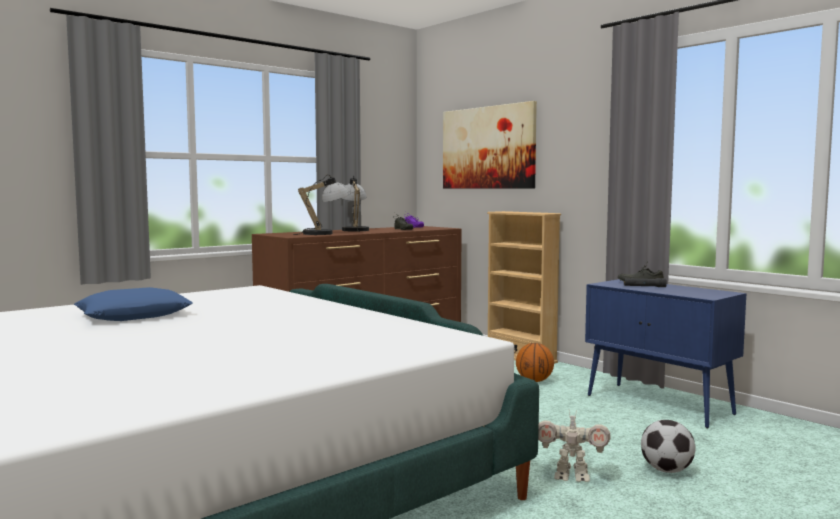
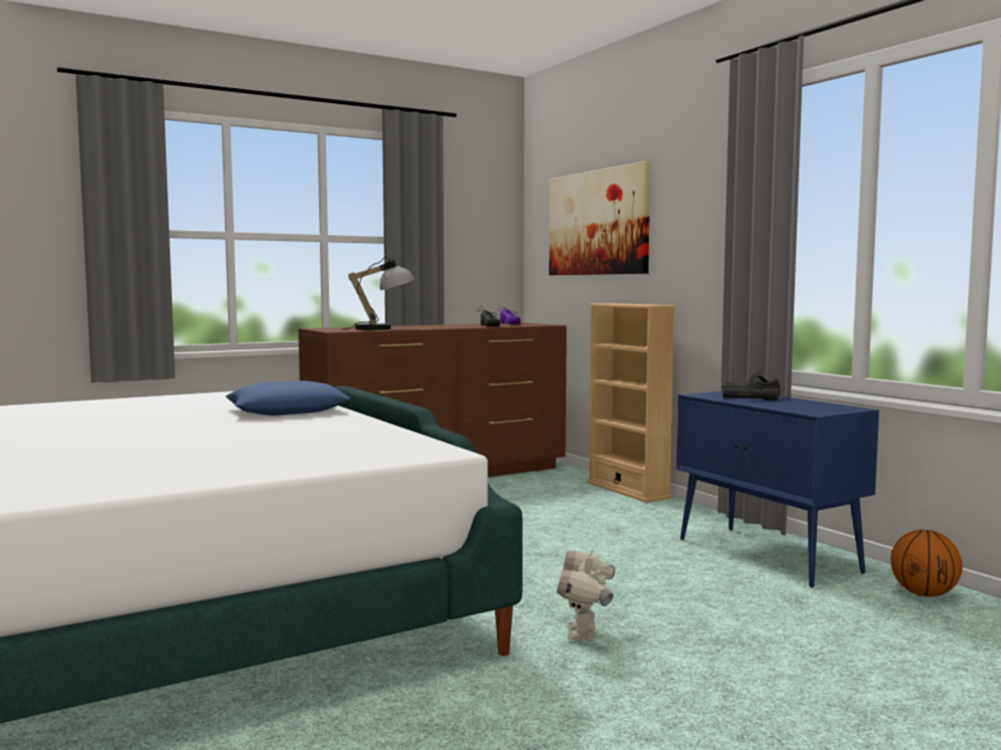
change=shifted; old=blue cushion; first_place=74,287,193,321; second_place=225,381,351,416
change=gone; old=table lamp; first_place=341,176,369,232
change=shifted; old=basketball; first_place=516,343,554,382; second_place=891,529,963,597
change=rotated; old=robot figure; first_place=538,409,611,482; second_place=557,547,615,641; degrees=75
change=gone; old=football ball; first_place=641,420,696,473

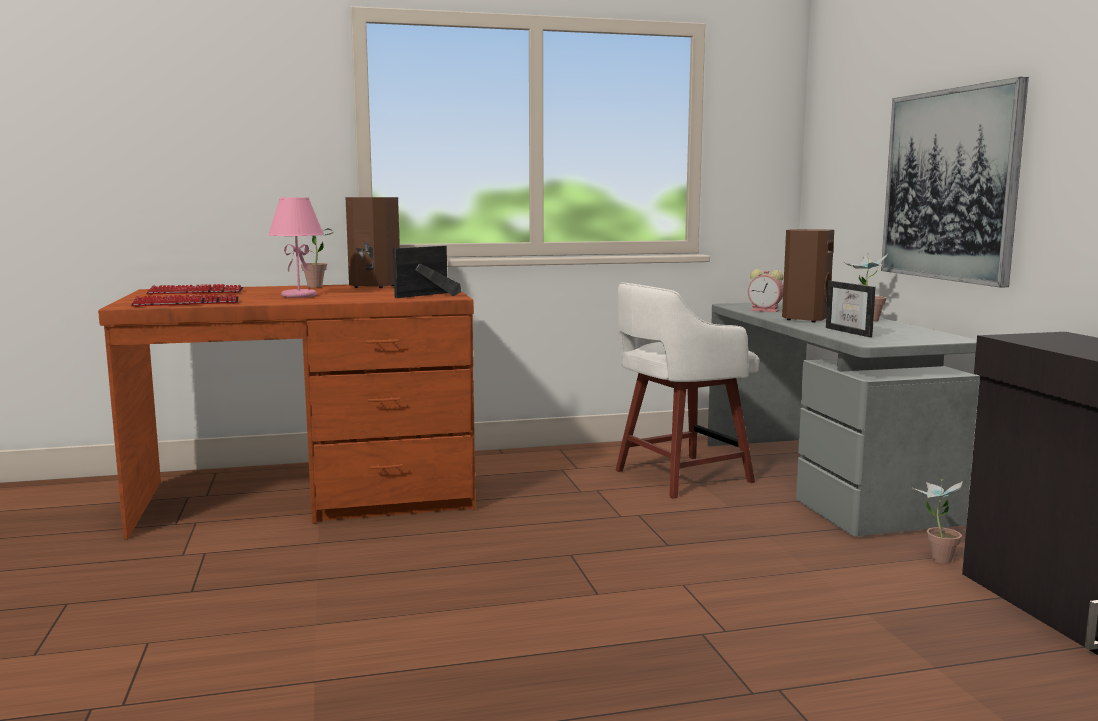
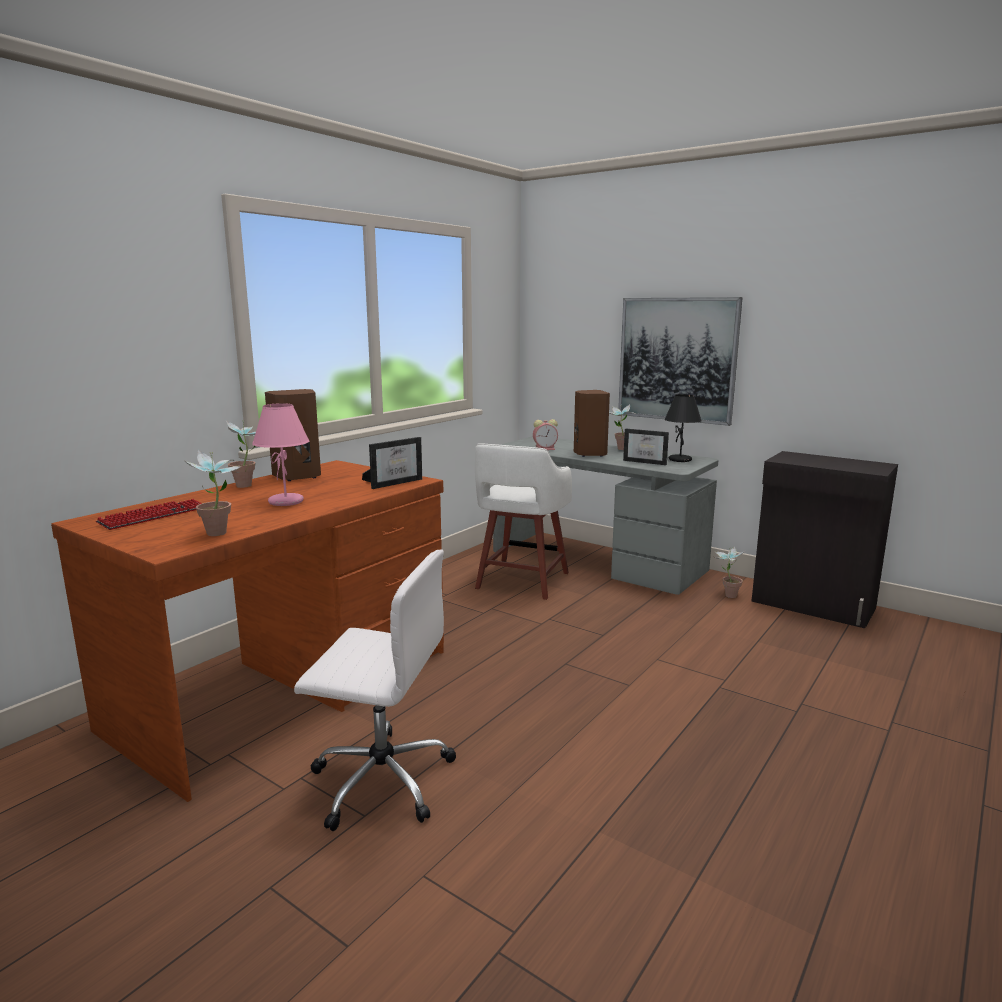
change=swapped; old=keyboard; new=potted plant; first_place=131,294,238,307; second_place=185,450,242,536
change=rotated; old=photo frame; first_place=393,246,462,298; second_place=362,437,422,489; degrees=-135
change=new; new=white computer chair; second_place=294,550,456,831
change=new; new=black table lamp; second_place=665,394,702,462

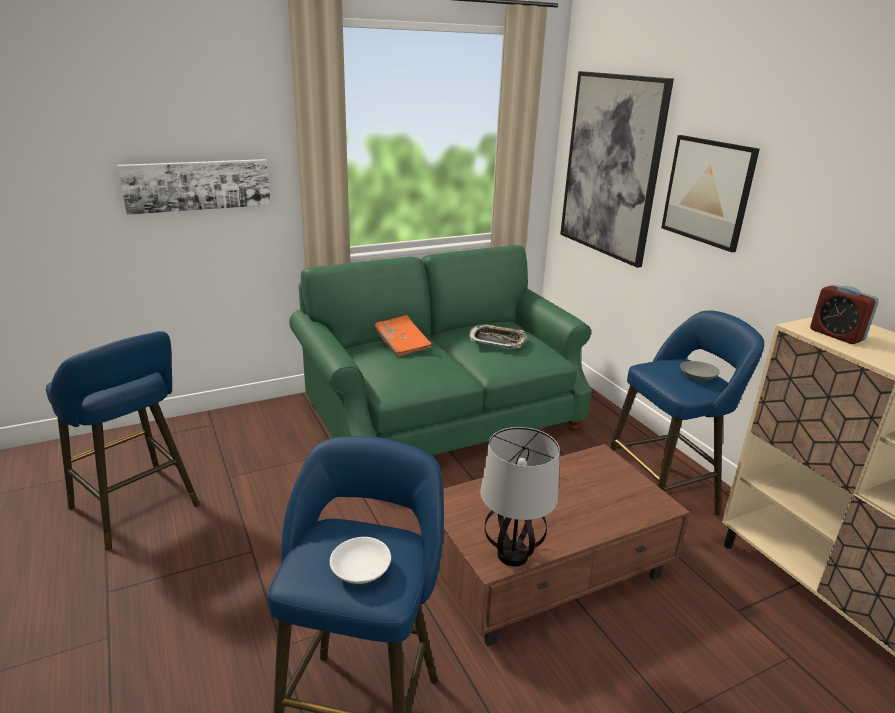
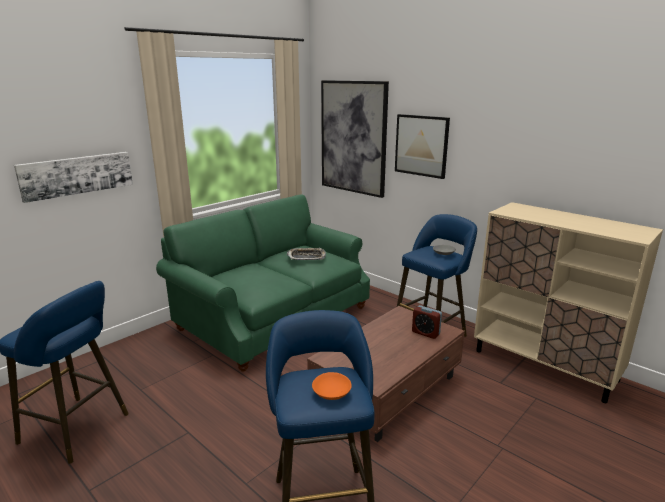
change=repainted; old=white bowl; new=orangey bowl; first_place=330,537,391,584; second_place=312,372,352,400
change=gone; old=orangey bound book; first_place=373,315,432,357
change=gone; old=table lamp; first_place=481,427,560,567
change=shifted; old=alarm clock; first_place=810,285,879,344; second_place=412,305,442,339

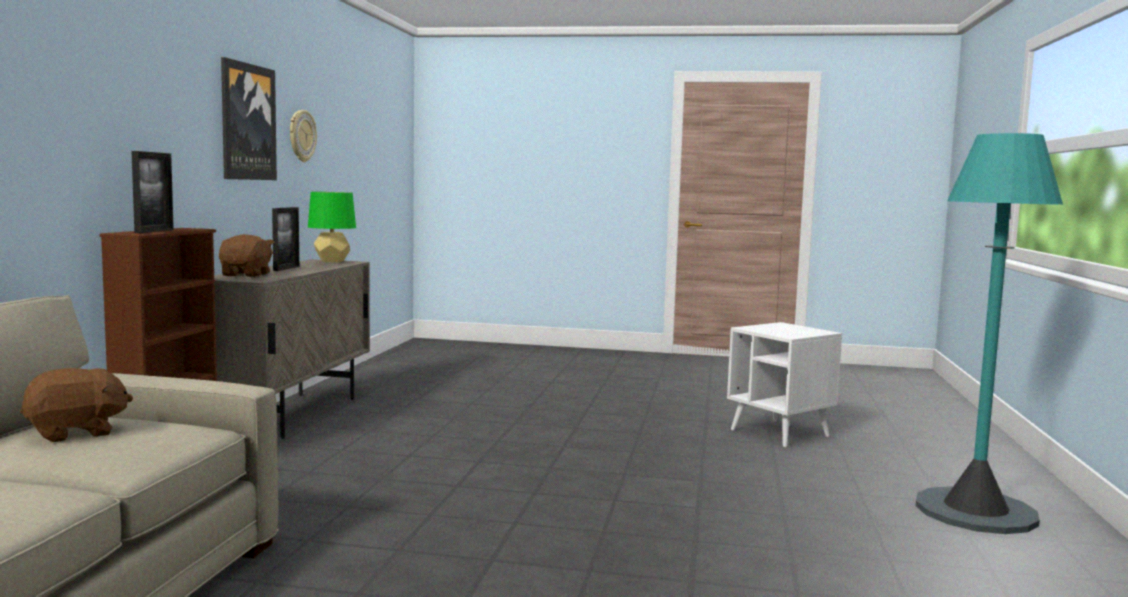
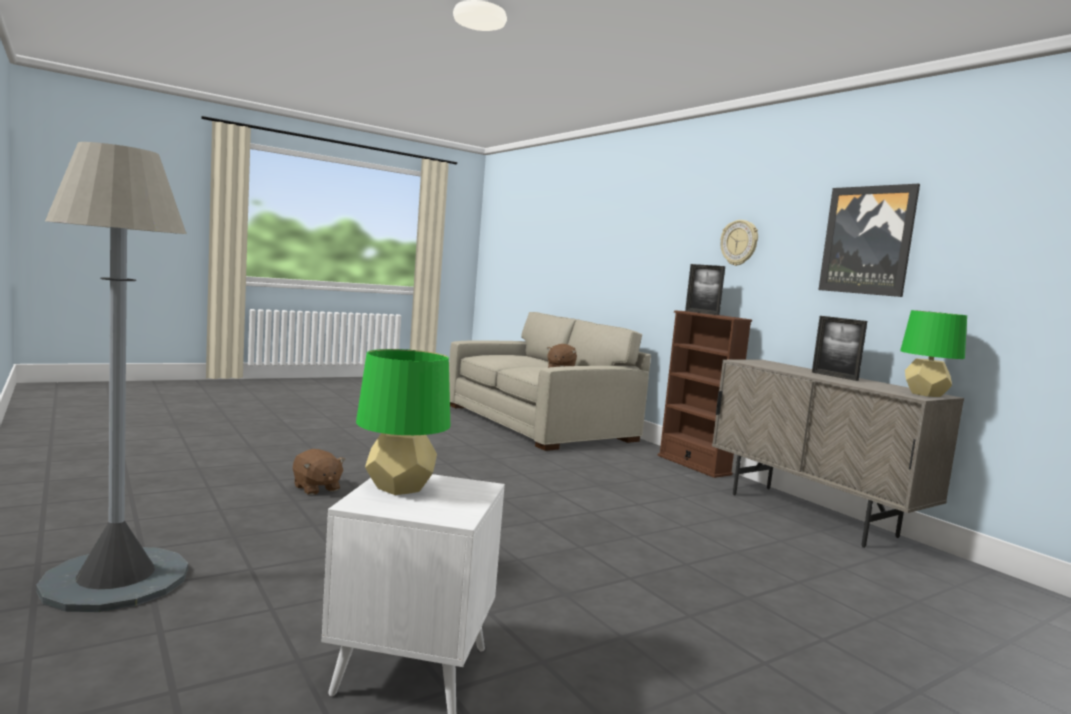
change=shifted; old=brownish plush toy; first_place=219,234,274,277; second_place=293,449,346,495
change=shifted; old=hanging clock; first_place=290,110,317,162; second_place=721,220,758,266
change=repainted; old=blue-green standard lamp; new=greyish standard lamp; first_place=916,133,1063,534; second_place=36,142,188,612
change=new; new=green table lamp; second_place=356,349,450,495

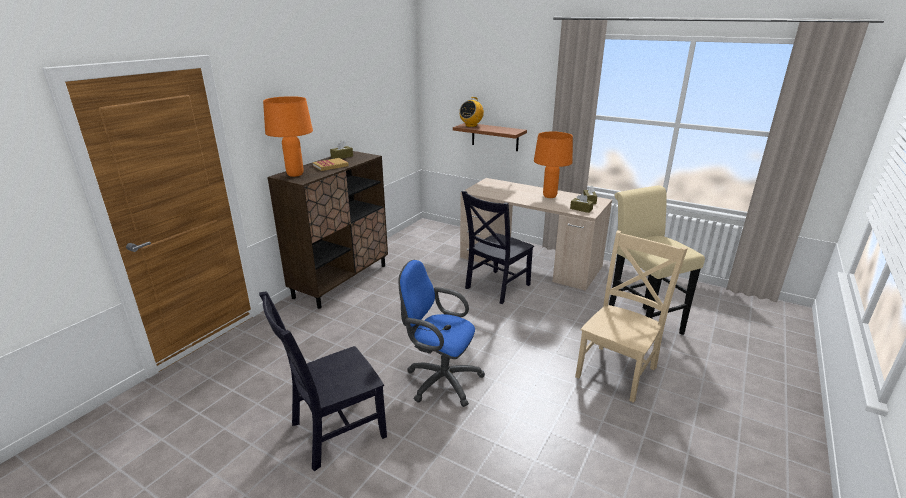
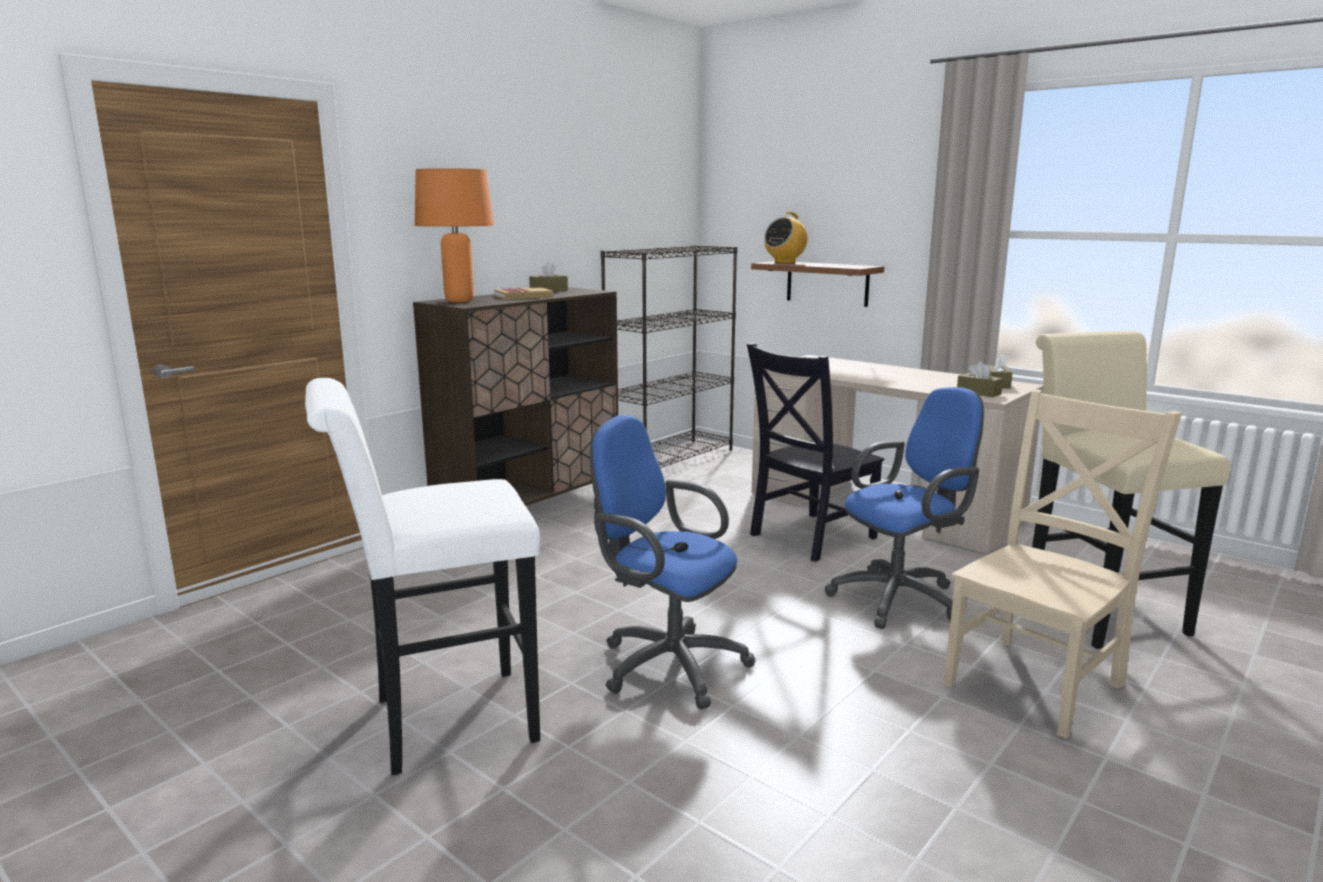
change=swapped; old=black plain chair; new=white sitting stool; first_place=259,291,387,471; second_place=305,378,540,775
change=gone; old=orangey table lamp; first_place=534,132,573,198
change=new; new=black bookshelf; second_place=601,245,737,468
change=new; new=blue computer chair; second_place=825,387,984,629

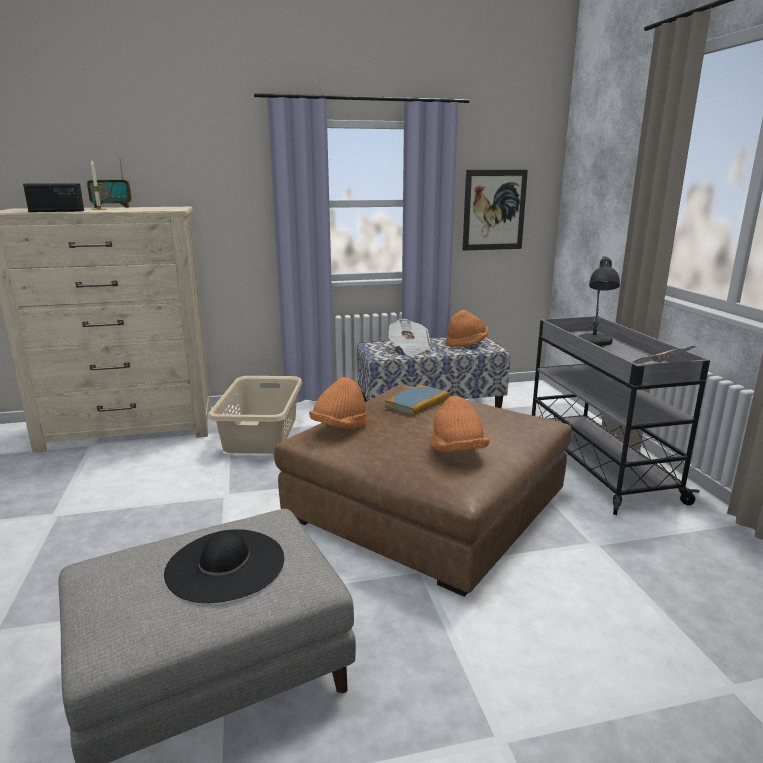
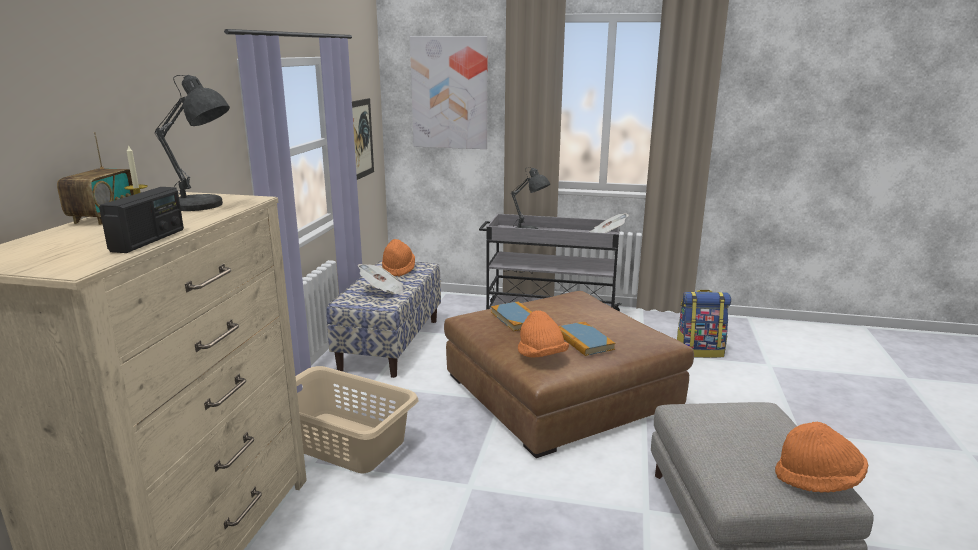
change=gone; old=black wearable hat; first_place=164,529,284,603
change=shifted; old=orangey wearable hat; first_place=429,396,490,452; second_place=775,422,868,492
change=new; new=greyish table lamp; second_place=155,75,230,211
change=new; new=wall art; second_place=410,37,488,149
change=new; new=bound book; second_place=558,322,616,356
change=new; new=backpack; second_place=677,290,731,358

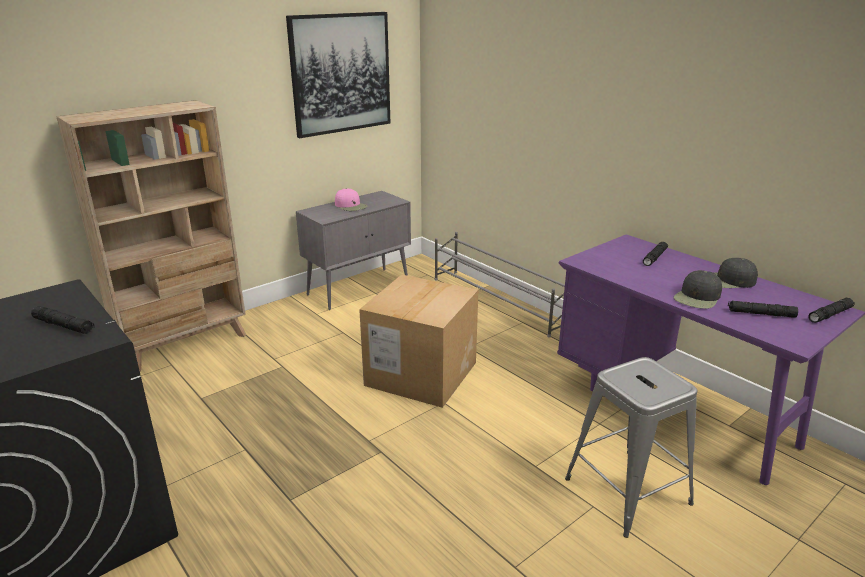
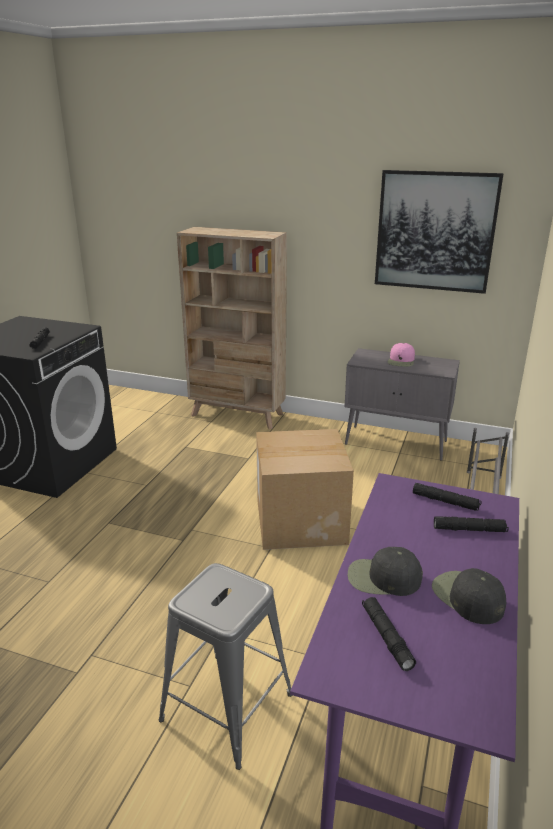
change=shifted; old=black torch; first_place=808,298,855,323; second_place=413,483,482,511

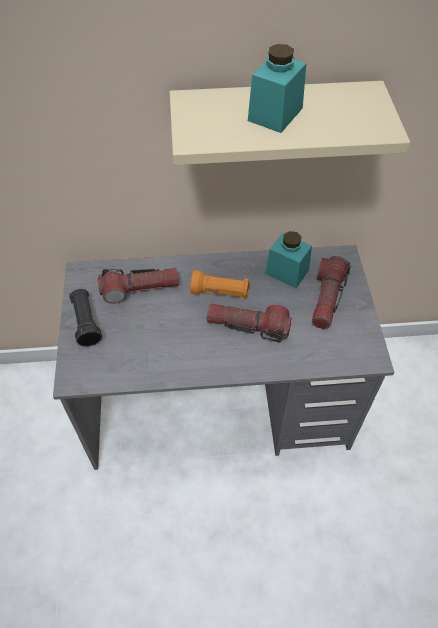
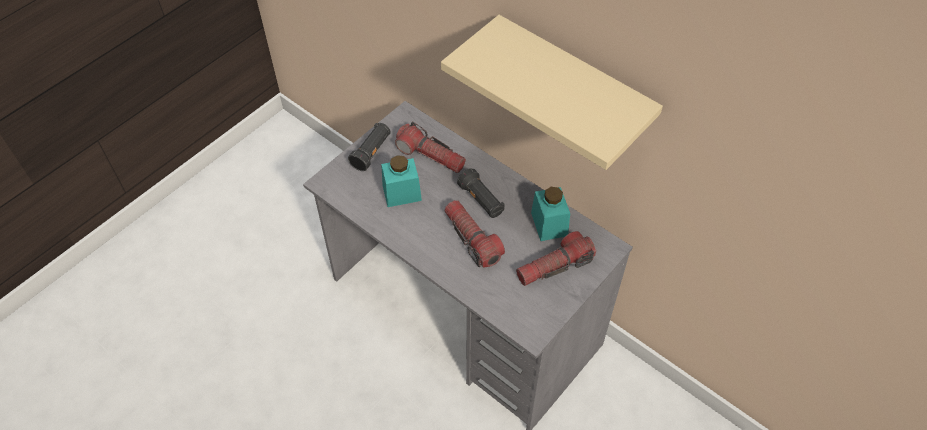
change=repainted; old=orangey torch; new=black torch; first_place=190,270,249,298; second_place=457,168,505,218
change=shifted; old=blue-green storage jar; first_place=248,44,307,133; second_place=381,155,422,207

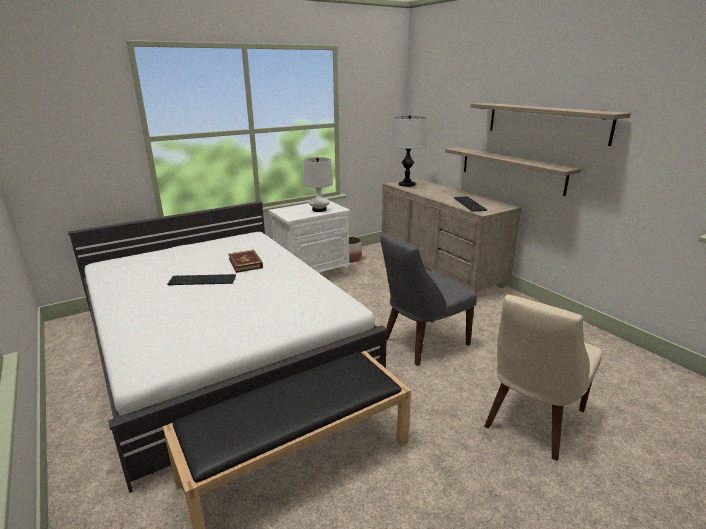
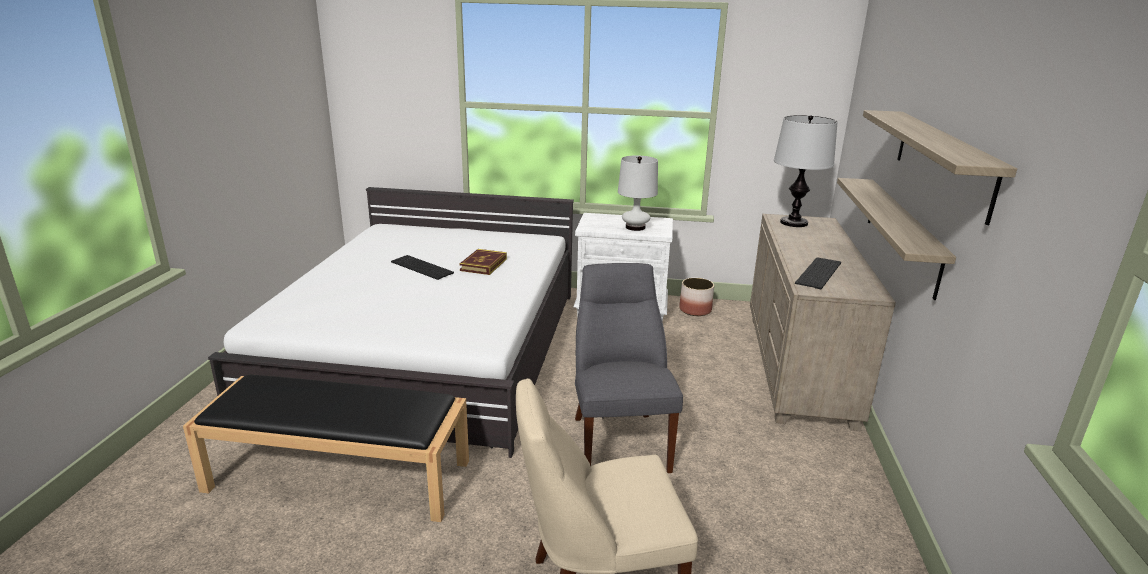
change=rotated; old=greyish plain chair; first_place=381,233,477,366; second_place=575,263,683,473; degrees=75

